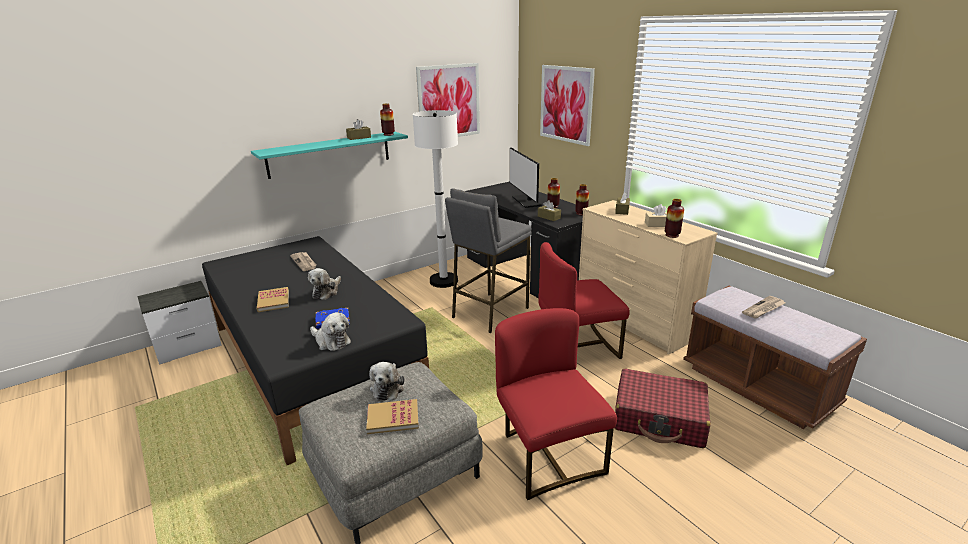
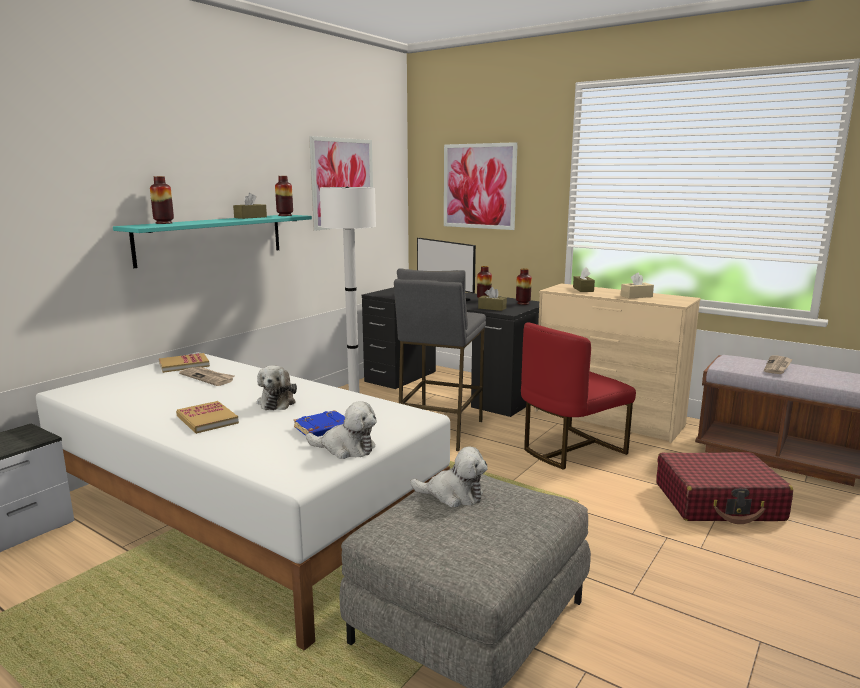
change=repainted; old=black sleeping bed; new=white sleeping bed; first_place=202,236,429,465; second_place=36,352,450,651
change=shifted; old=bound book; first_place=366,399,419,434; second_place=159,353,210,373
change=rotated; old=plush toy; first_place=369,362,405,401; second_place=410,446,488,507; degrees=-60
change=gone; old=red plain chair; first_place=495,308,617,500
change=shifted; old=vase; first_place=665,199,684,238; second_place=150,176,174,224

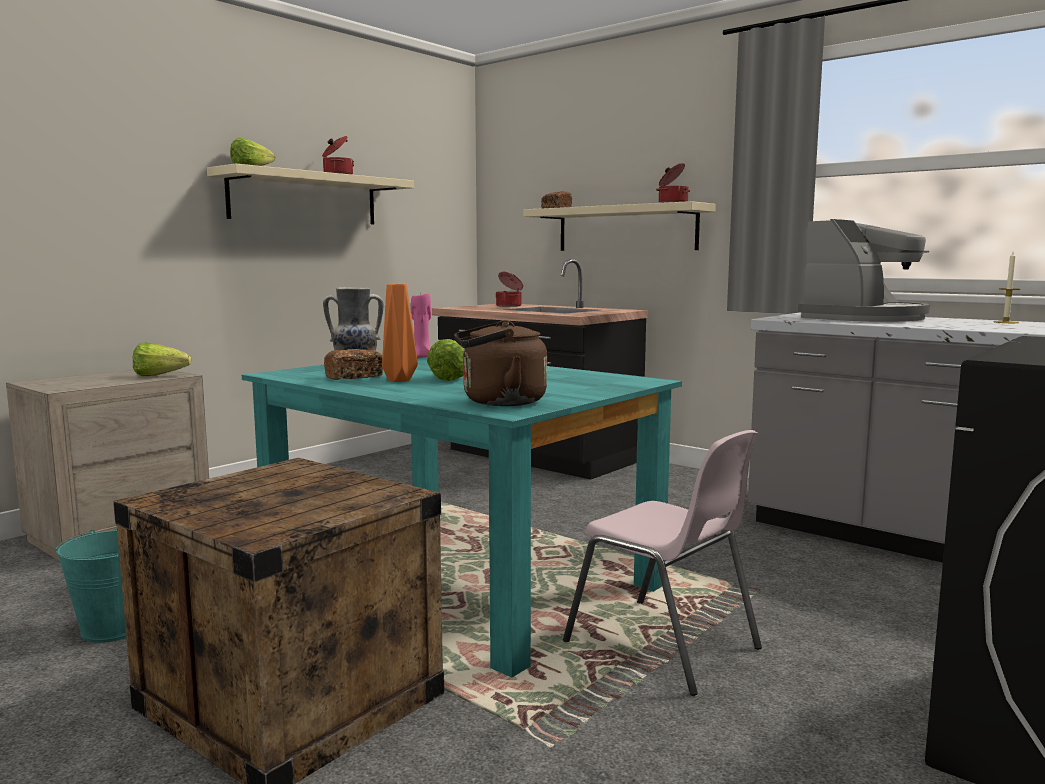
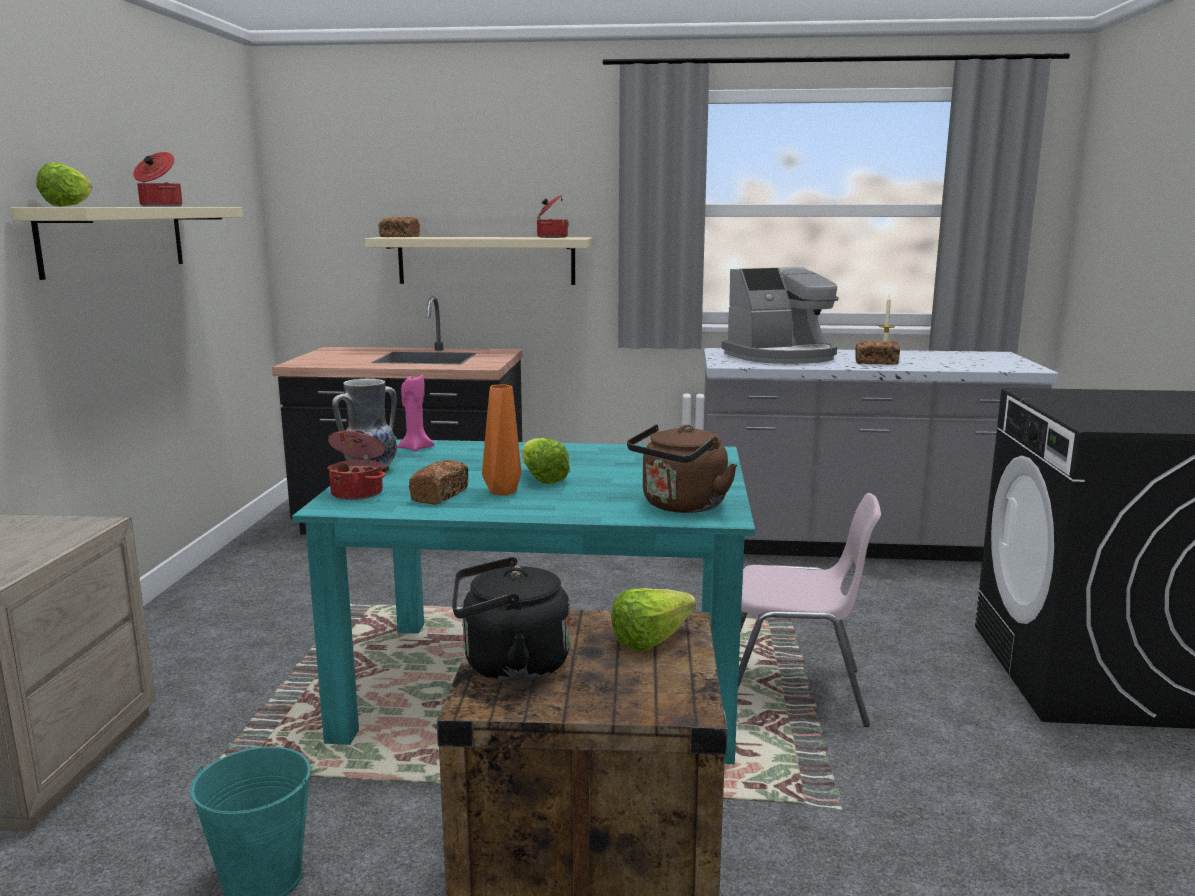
change=shifted; old=lettuce head; first_place=133,342,191,376; second_place=611,588,696,651
change=shifted; old=saucepot; first_place=496,272,523,307; second_place=327,431,386,500
change=rotated; old=coffee machine; first_place=798,219,930,322; second_place=722,267,839,364; degrees=60
change=new; new=black tea kettle; second_place=452,557,570,682
change=new; new=bakery bread; second_place=855,341,900,364

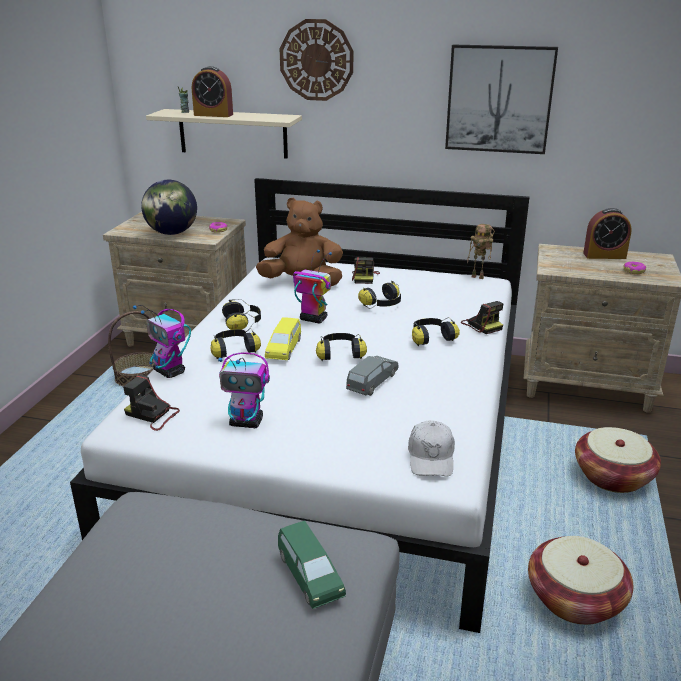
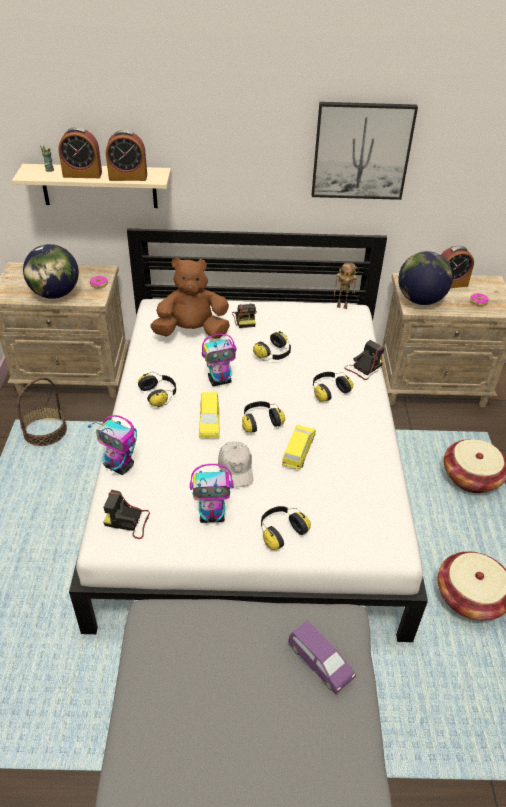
change=shifted; old=headphones; first_place=211,328,261,359; second_place=261,506,311,550
change=repainted; old=green miniature car; new=purple miniature car; first_place=278,521,346,609; second_place=288,621,356,695
change=gone; old=hanging clock; first_place=280,19,353,101
change=rotated; old=robot figure; first_place=293,250,332,323; second_place=202,334,237,386; degrees=150
change=repainted; old=greyish miniature car; new=yellow-coloured miniature car; first_place=346,356,398,396; second_place=282,425,316,469
change=shifted; old=white peaked cap; first_place=408,420,455,477; second_place=218,441,253,487
change=rotated; old=still camera; first_place=461,301,503,334; second_place=344,340,384,380; degrees=-90
change=new; new=alarm clock; second_place=106,130,147,181
change=new; new=world globe; second_place=398,251,453,305

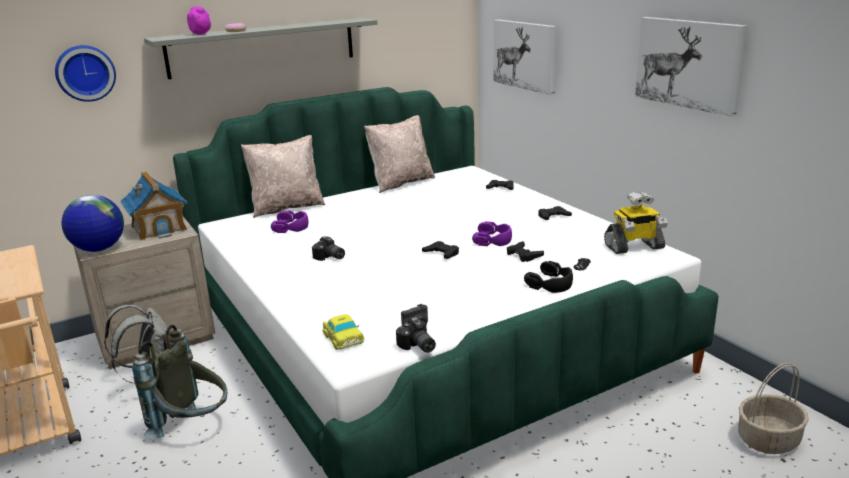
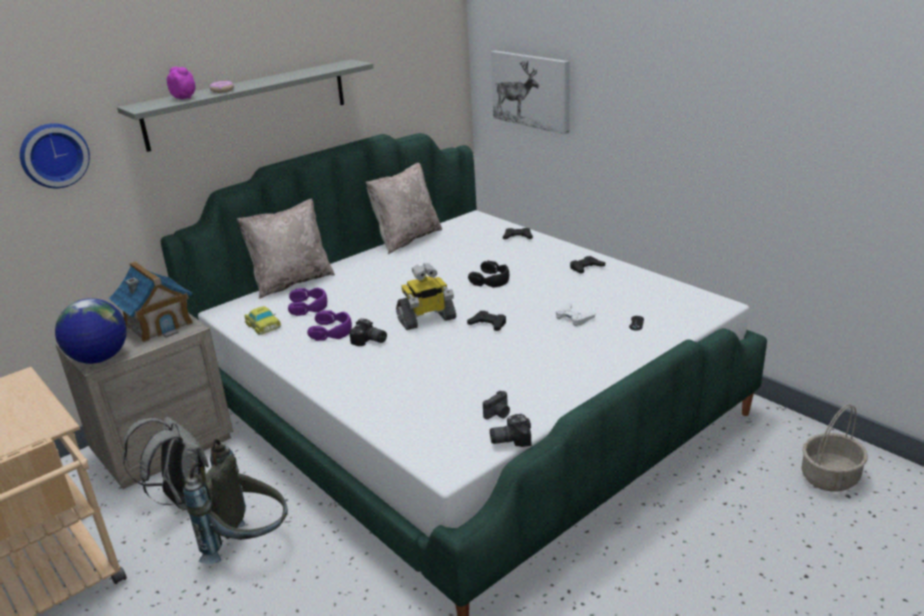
change=shifted; old=miniature car; first_place=322,314,364,350; second_place=245,306,281,335
change=rotated; old=still camera; first_place=396,317,436,353; second_place=490,414,531,447; degrees=120
change=shifted; old=purple headphones; first_place=472,221,512,246; second_place=307,310,352,341
change=repainted; old=black game controller; new=white game controller; first_place=507,241,544,262; second_place=556,302,595,326
change=shifted; old=black headphones; first_place=524,261,573,293; second_place=468,261,509,288
change=shifted; old=robot figure; first_place=604,191,668,254; second_place=396,263,456,330
change=gone; old=wall art; first_place=635,17,748,117

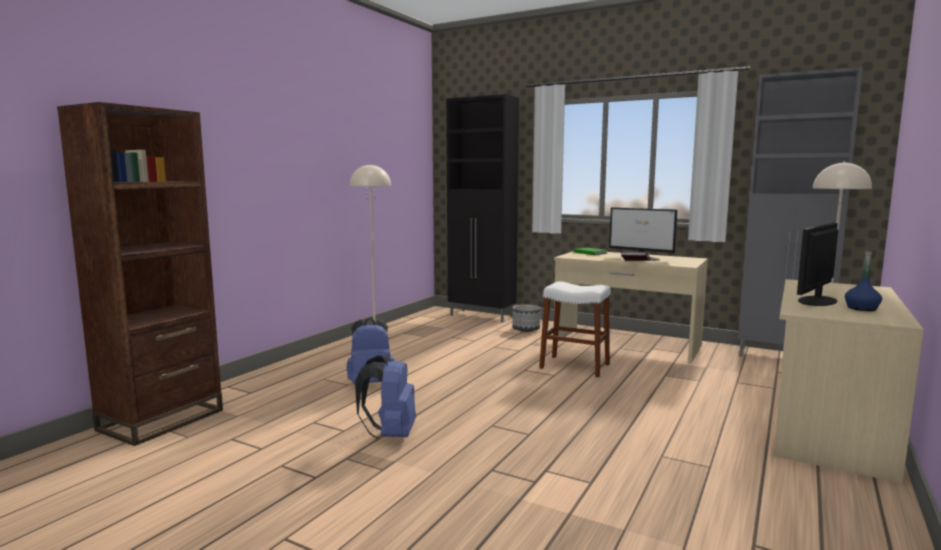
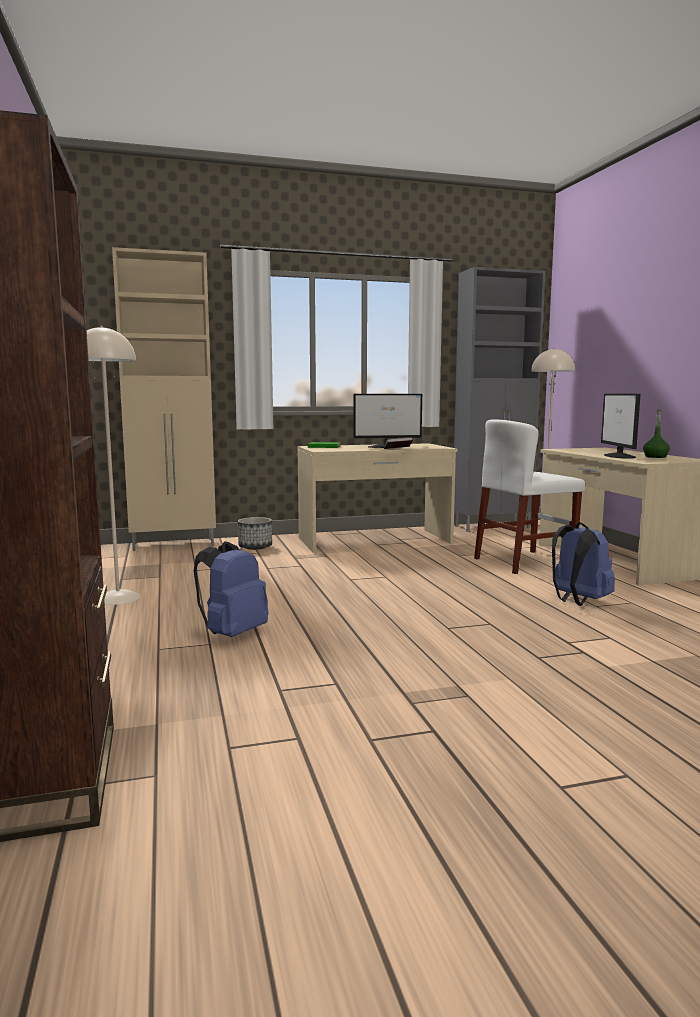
change=shifted; old=blue backpack; first_place=355,355,416,438; second_place=552,522,615,606
change=repainted; old=black cupboard; new=beige-coloured cupboard; first_place=446,94,519,323; second_place=112,247,216,551
change=gone; old=white sitting stool; first_place=539,281,611,378
change=repainted; old=blue drink bottle; new=green drink bottle; first_place=845,250,882,311; second_place=643,410,670,458
change=new; new=white plain chair; second_place=474,419,585,574

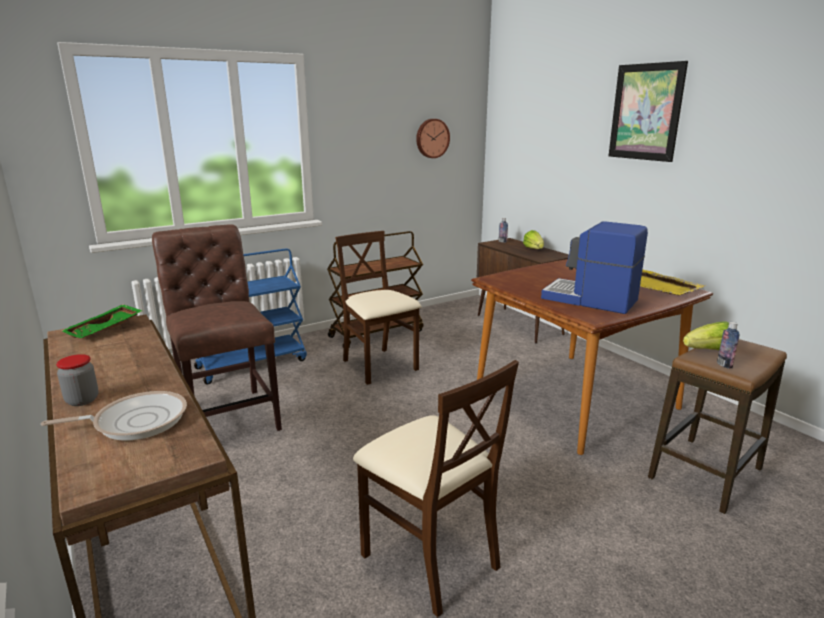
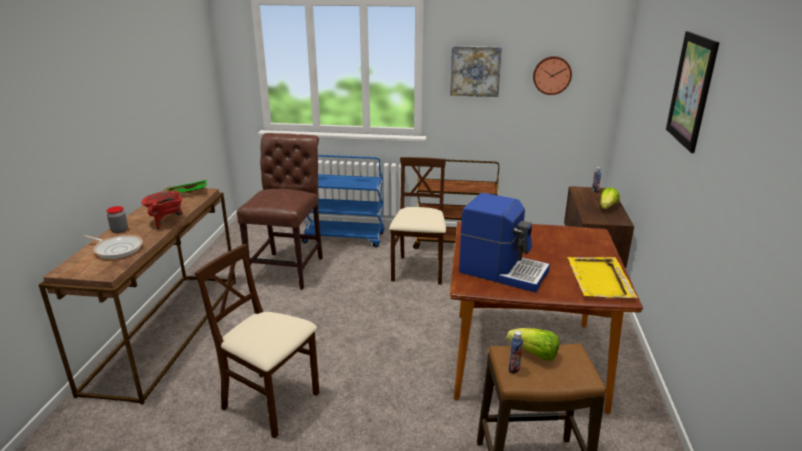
change=rotated; old=beige-coloured plain chair; first_place=353,360,519,617; second_place=195,244,320,438; degrees=120
change=rotated; old=coffee machine; first_place=541,221,648,314; second_place=459,193,550,293; degrees=135
change=new; new=red saucepot; second_place=141,191,183,230
change=new; new=wall art; second_place=450,46,502,97

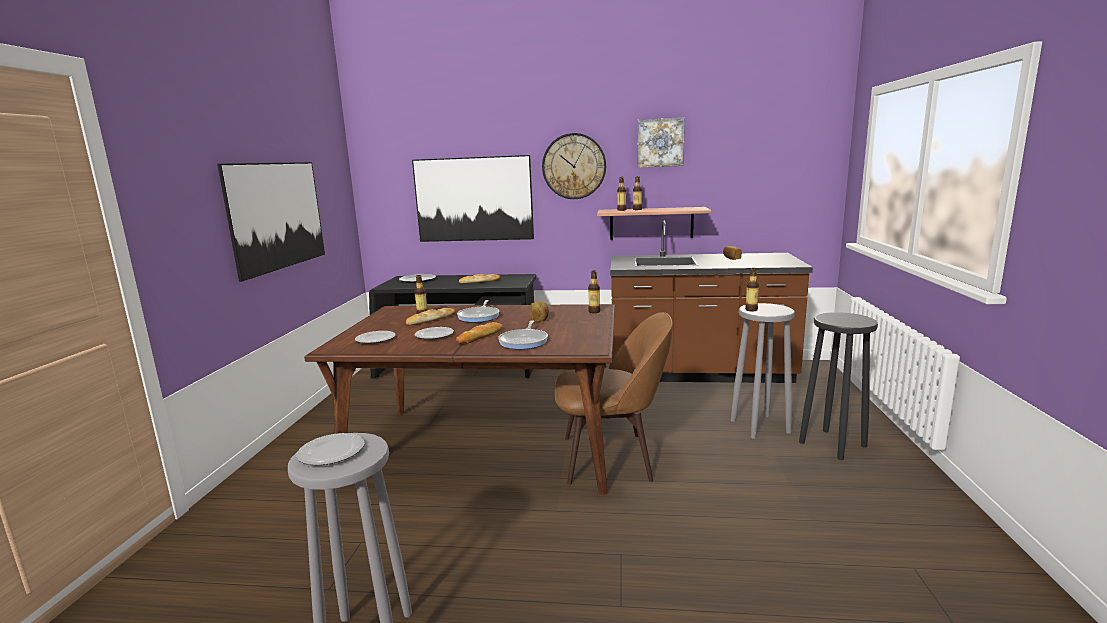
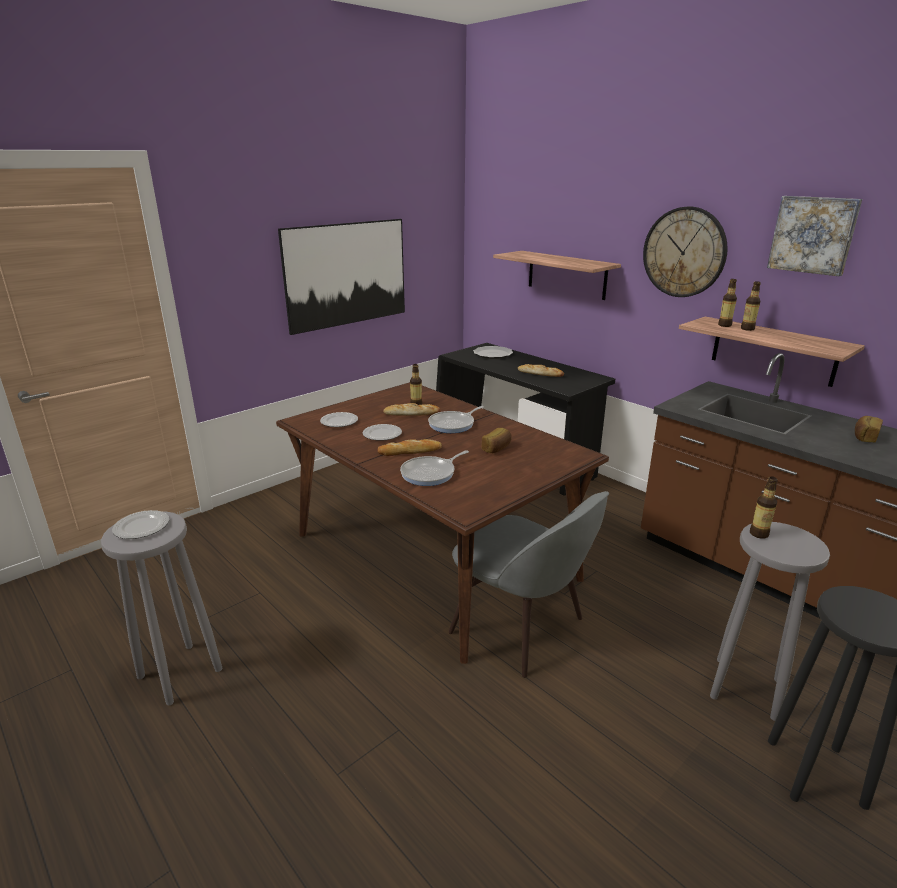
change=swapped; old=wall art; new=wall shelf; first_place=412,155,534,242; second_place=493,251,621,300
change=repainted; old=brownish plain chair; new=greyish plain chair; first_place=555,312,673,485; second_place=448,491,609,678
change=gone; old=drink bottle; first_place=588,271,600,313

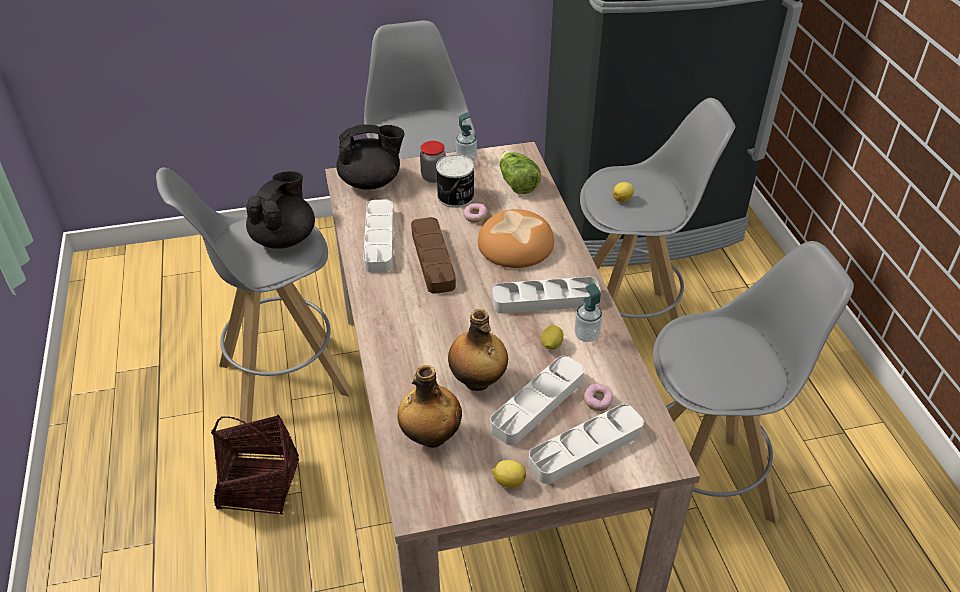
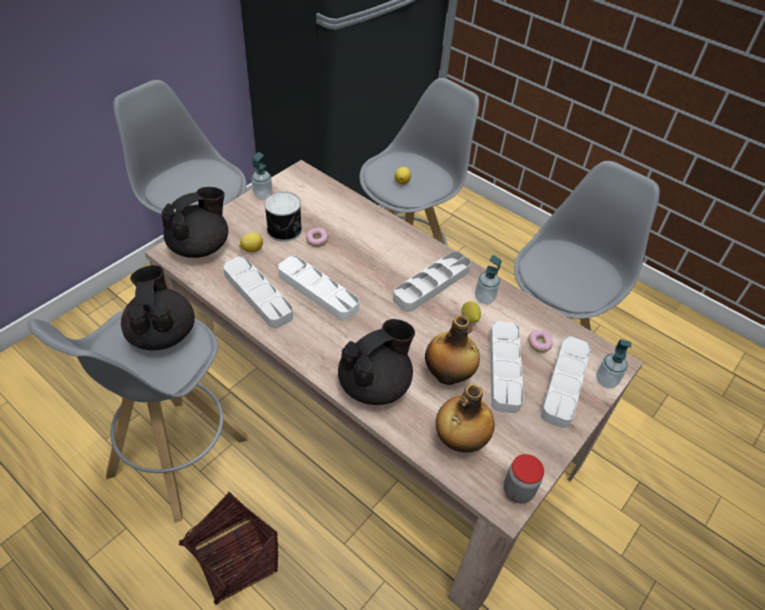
change=repainted; old=brownish carrying tray; new=white carrying tray; first_place=411,217,456,294; second_place=278,256,359,321
change=shifted; old=storage jar; first_place=420,141,446,183; second_place=503,454,544,503
change=gone; old=bakery bread; first_place=478,209,554,268
change=shifted; old=citrus fruit; first_place=492,460,526,489; second_place=239,233,263,252
change=gone; old=lettuce head; first_place=500,151,541,194
change=new; new=black teapot; second_place=338,319,415,405
change=new; new=liquid soap bottle; second_place=596,339,632,388

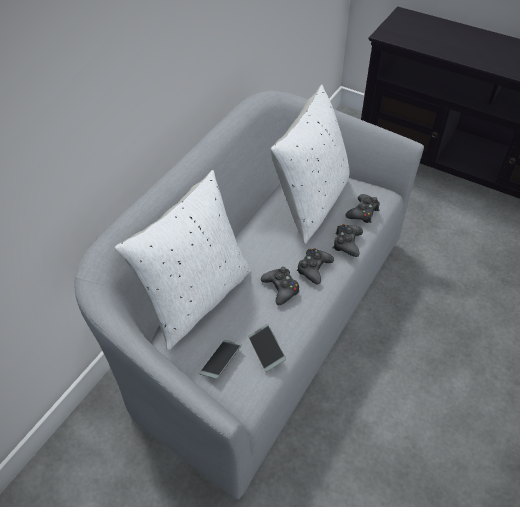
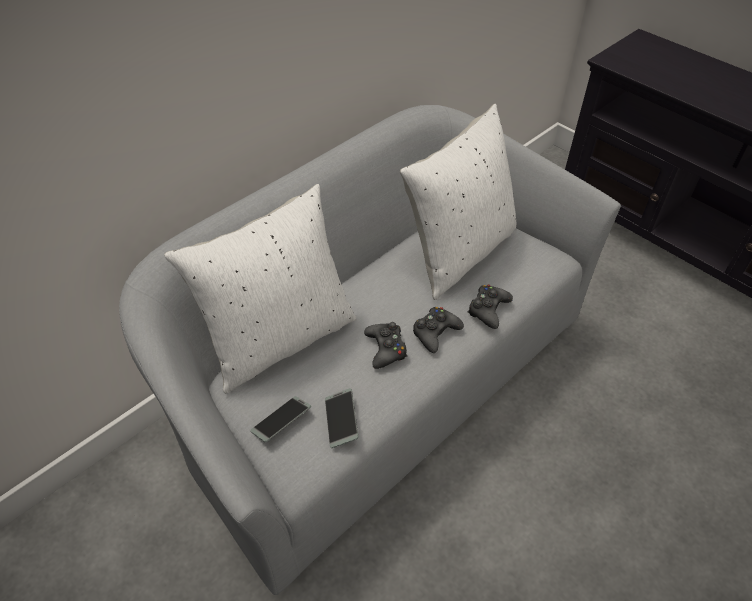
change=gone; old=black game controller; first_place=345,194,380,223

